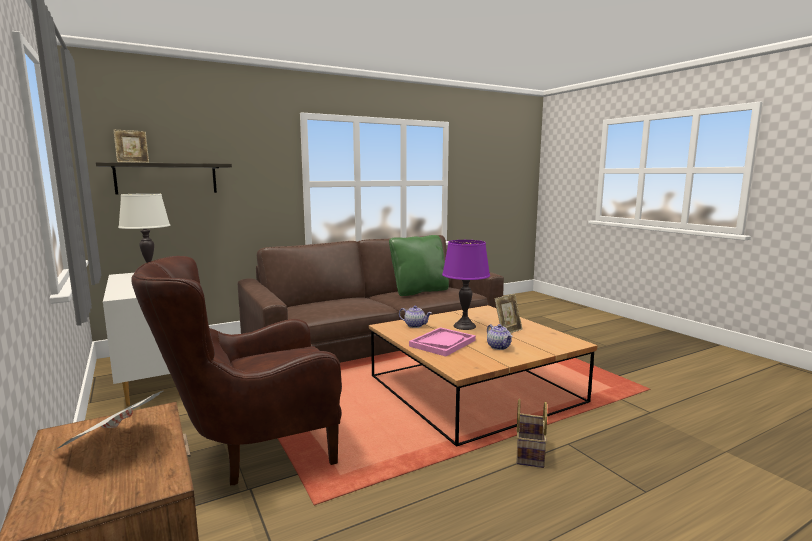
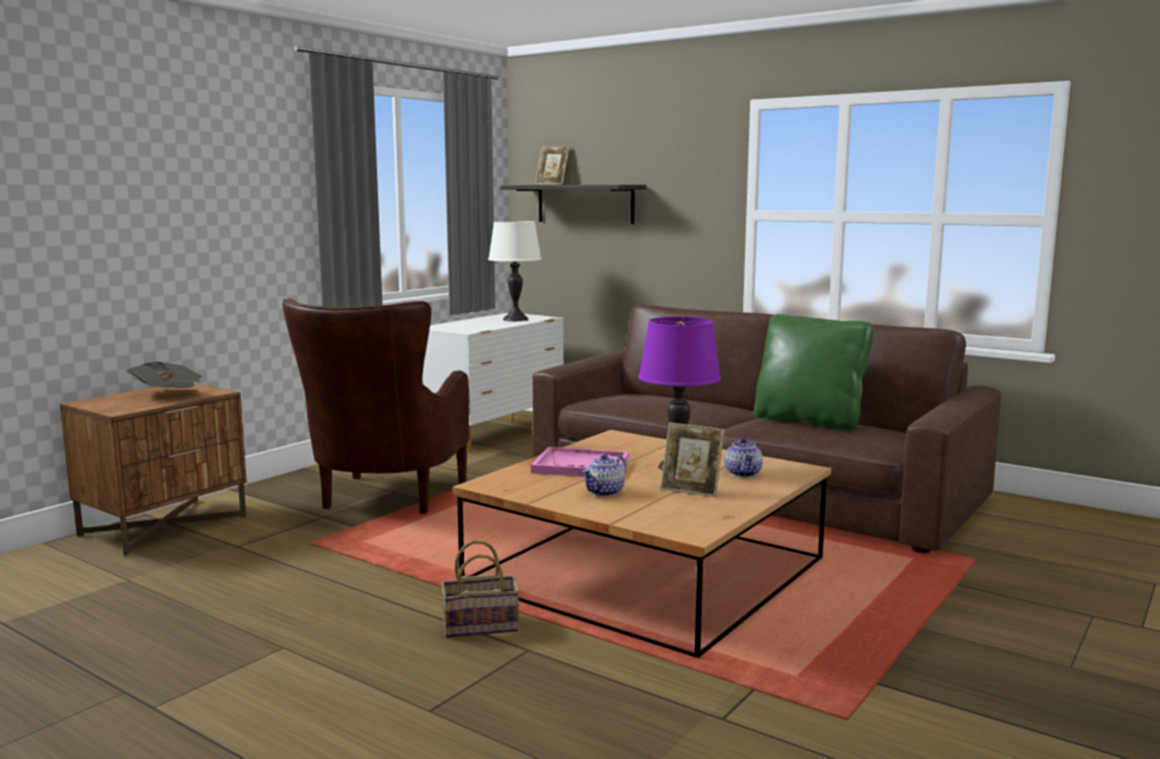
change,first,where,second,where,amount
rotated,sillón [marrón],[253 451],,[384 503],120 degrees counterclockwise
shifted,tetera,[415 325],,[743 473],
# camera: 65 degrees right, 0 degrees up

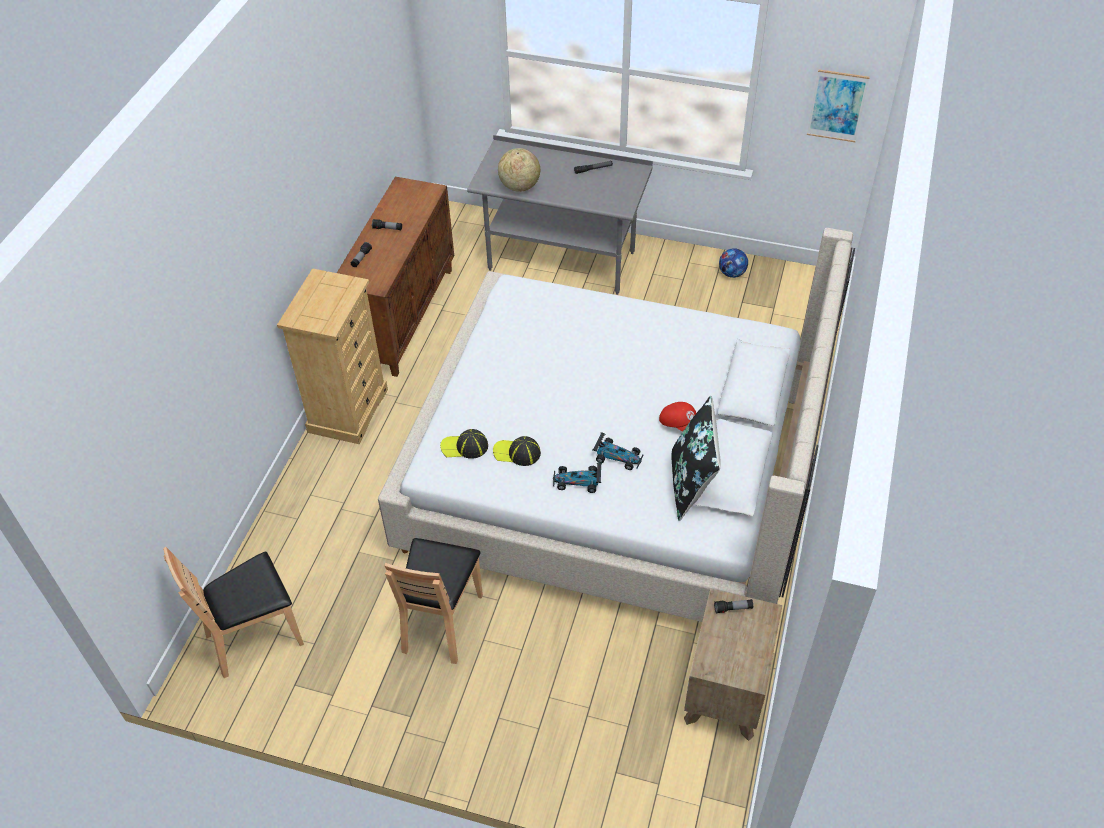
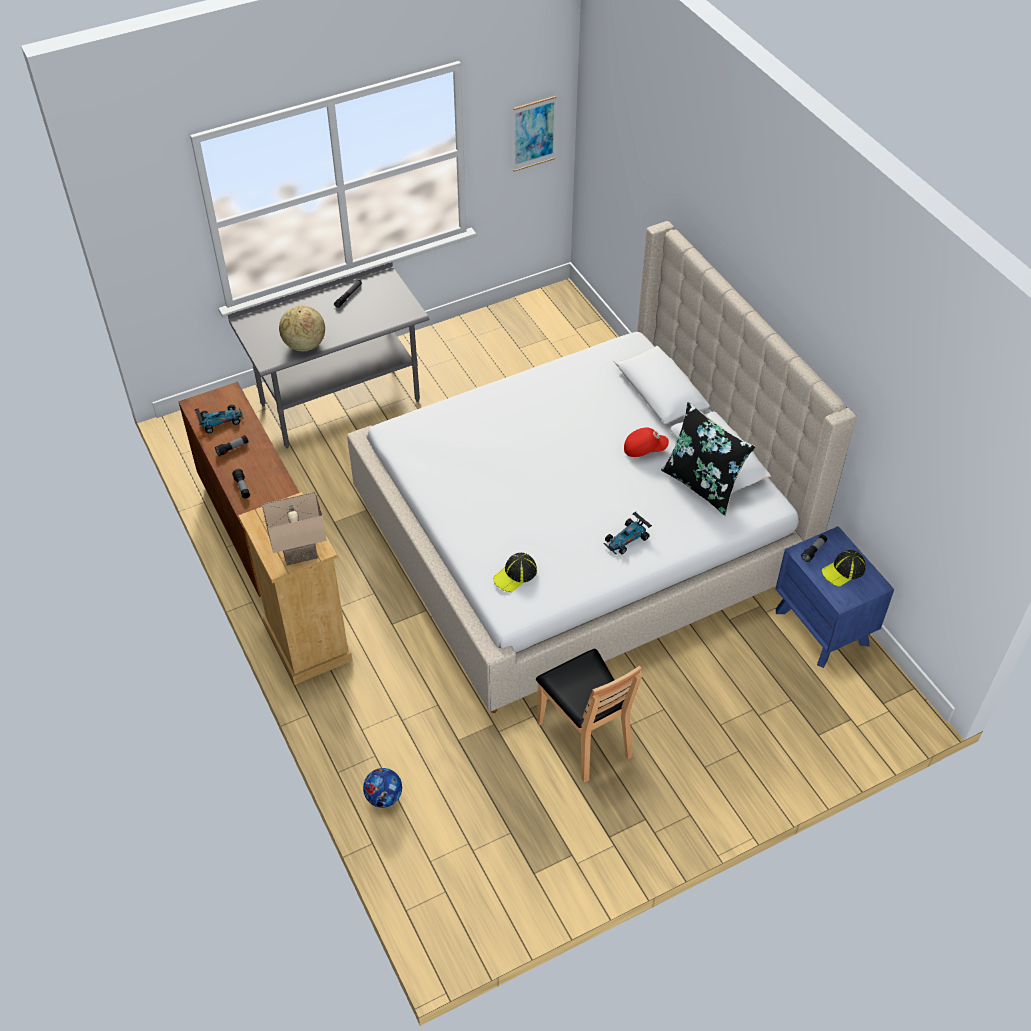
change,first,where,second,where,amount
shifted,coche de juguete,[617 456],,[220 421],
new,,,lámpara de mesa [beis],[300 556],
shifted,balón de fútbol,[732 273],,[384 797],
repainted,mesita de noche [marrón],[726 692],mesita de noche [azul],[822 627],
shifted,gorra,[517 453],,[843 570],
gone,silla [marrón],[255 637],,,
# camera: 45 degrees left, 0 degrees up

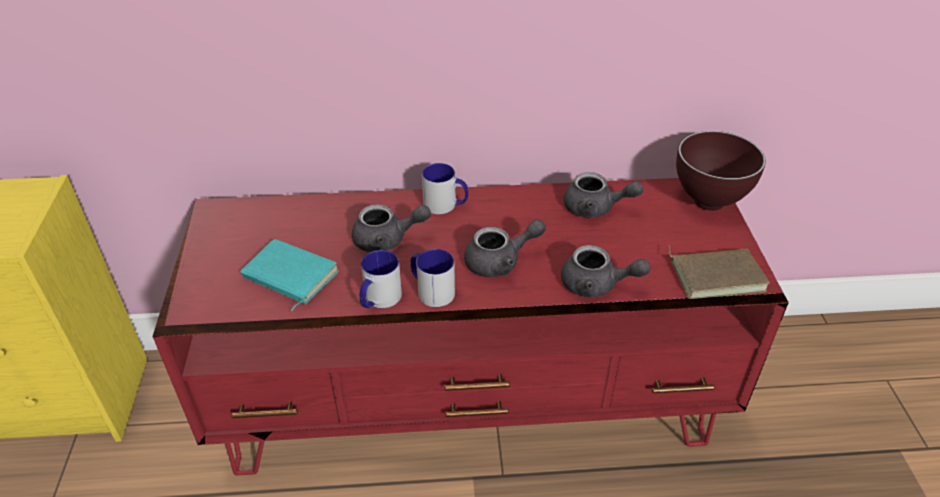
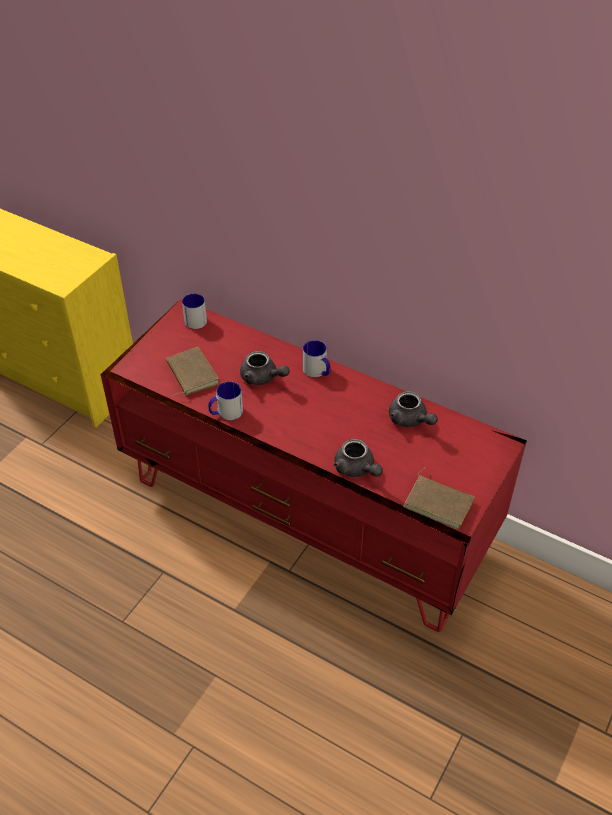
change,first,where,second,where,amount
repainted,libro [turquesa],[288 277],libro [marrón],[190 374],
shifted,taza grande,[431 290],,[195 318],
gone,tetera [gris],[500 262],,,
gone,cuenco [marrón],[710 203],,,
# camera: 35 degrees right, 5 degrees up

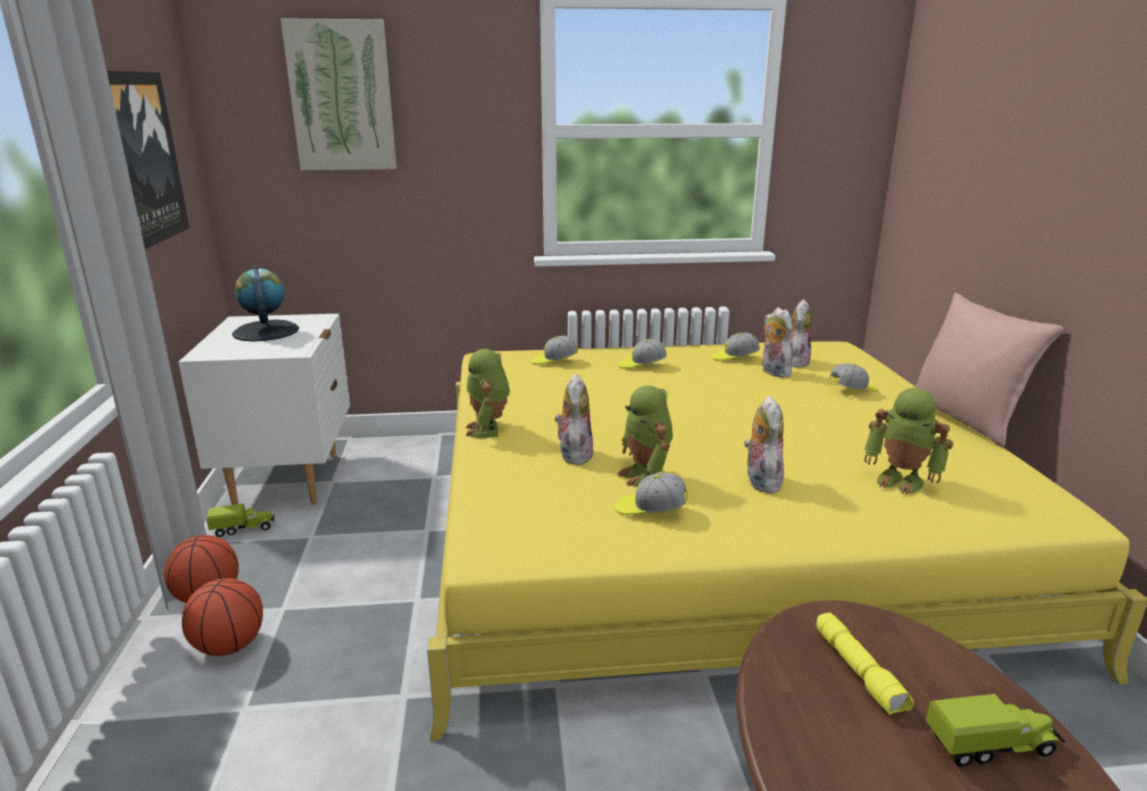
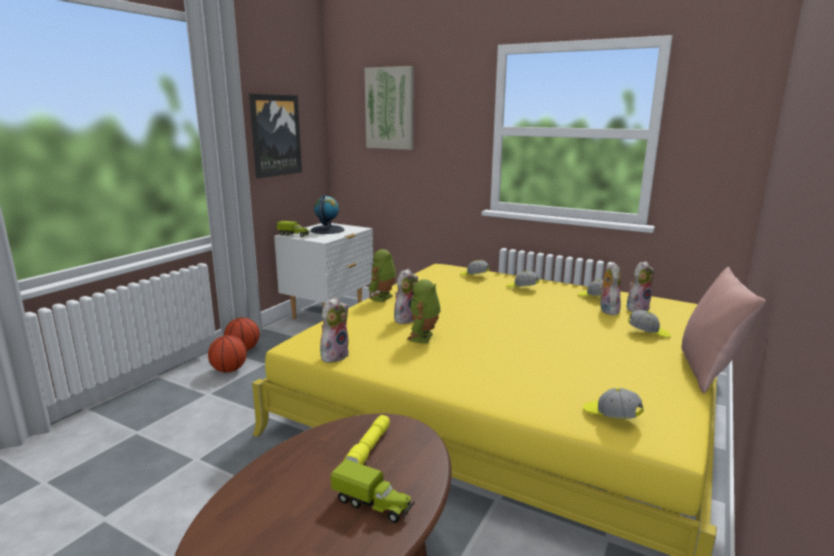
change,first,where,second,where,amount
shifted,camión de juguete,[243 529],,[294 235],
shifted,peluche,[760 481],,[334 355],
shifted,gorra,[650 510],,[610 416],
gone,robot de juguete,[901 480],,,
# camera: 35 degrees right, 5 degrees down

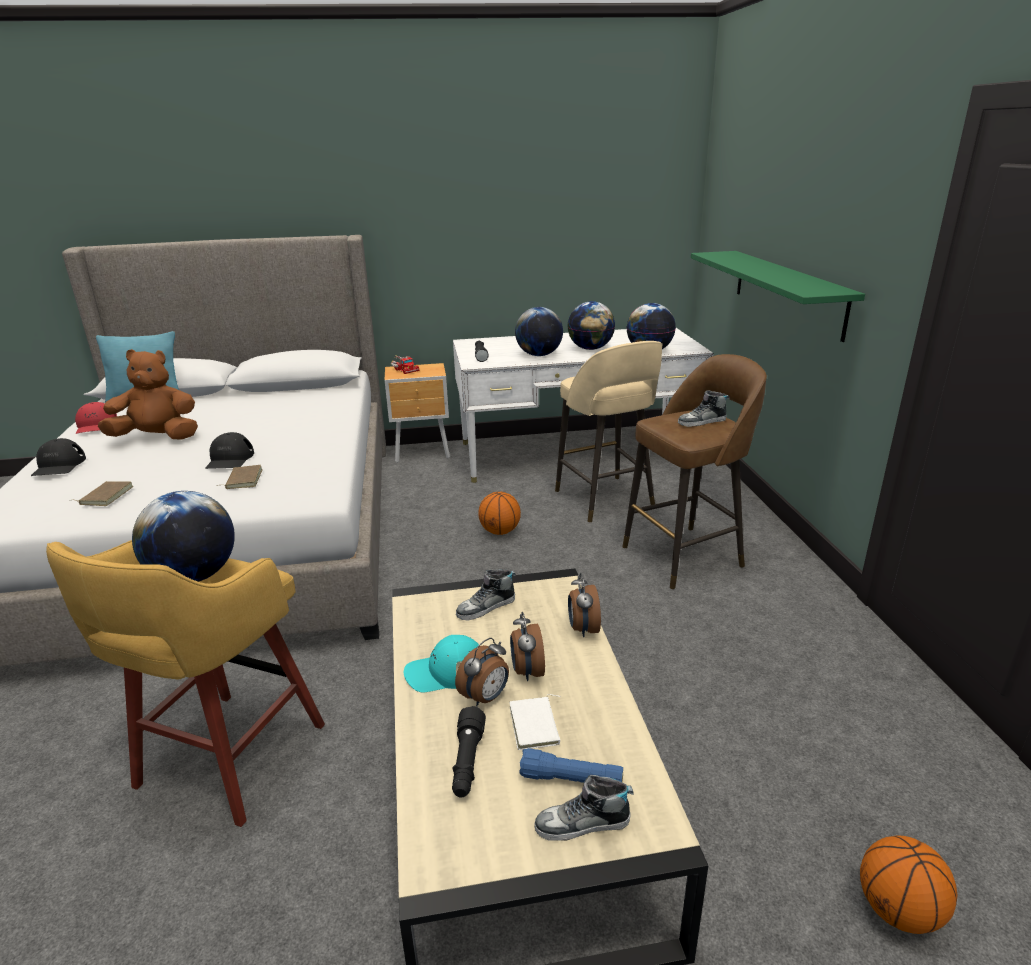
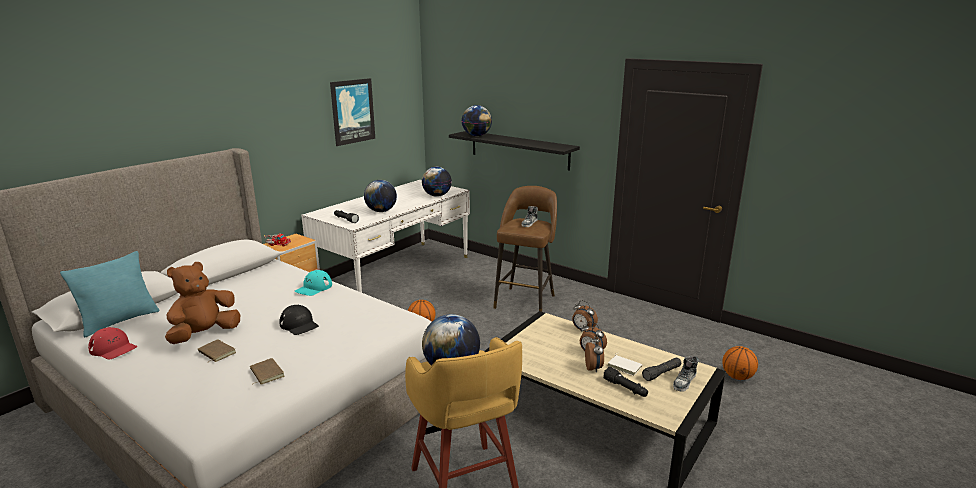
change,first,where,second,where,amount
shifted,libro [marrón],[243 479],,[215 353],
shifted,gorra [turquesa],[446 671],,[313 288],
new,,,cuadro,[352 111],
repainted,estante [verde],[787 292],estante [negro],[519 150],
shifted,globo terráqueo,[590 349],,[476 136],
repainted,linterna [azul],[571 779],linterna [negro],[661 373],
gone,gorra [negro],[59 465],,,
gone,zapato,[486 607],,,
gone,taburete [beis],[605 500],,,
# camera: 45 degrees left, 5 degrees down

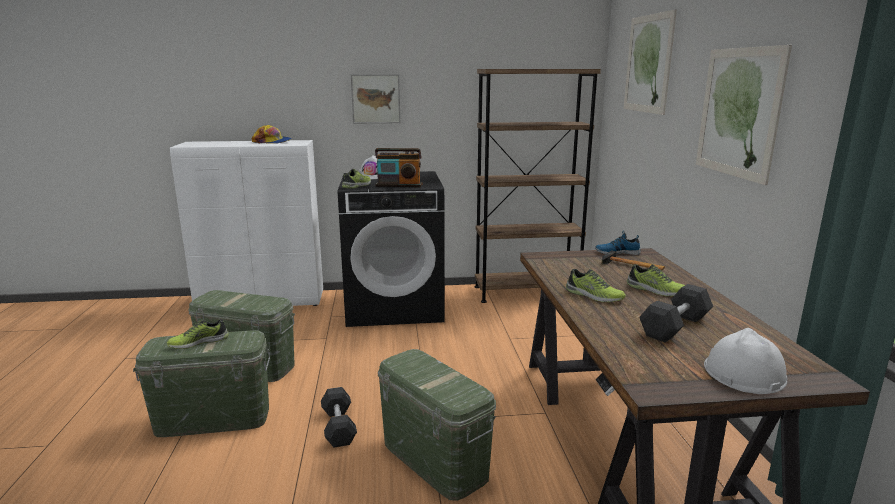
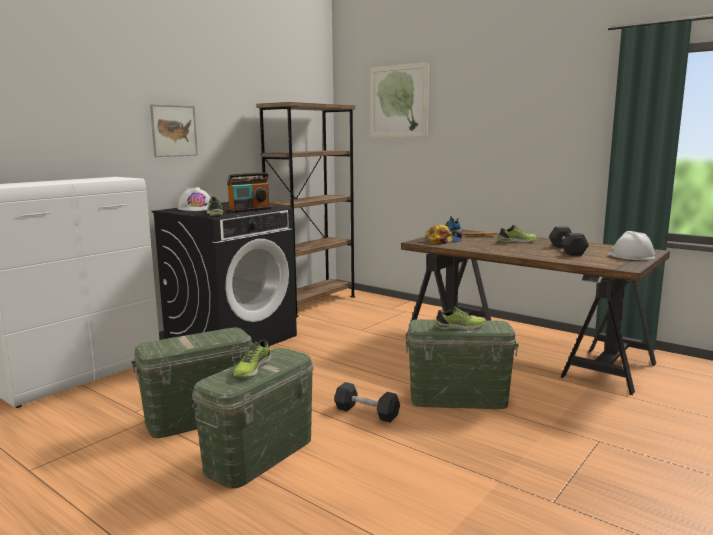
change,first,where,second,where,amount
shifted,gorra,[272 142],,[442 241],
shifted,zapato,[593 296],,[460 327],
gone,cuadro,[738 112],,,
# camera: 45 degrees left, 5 degrees down

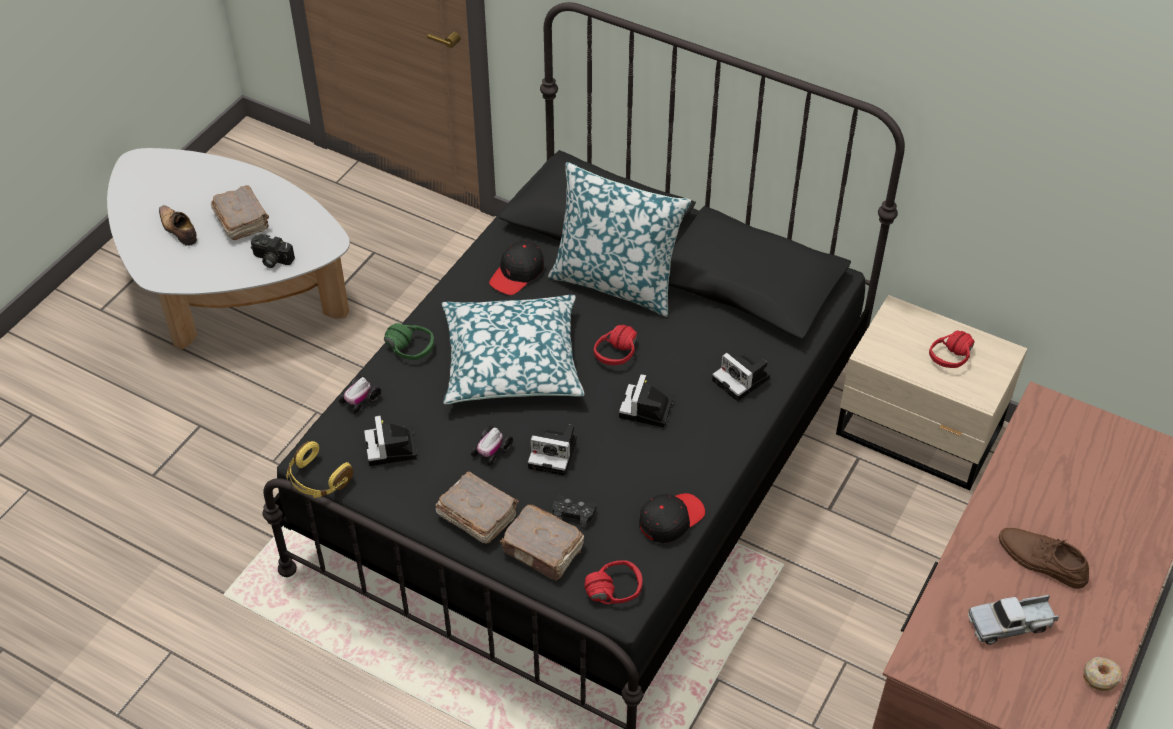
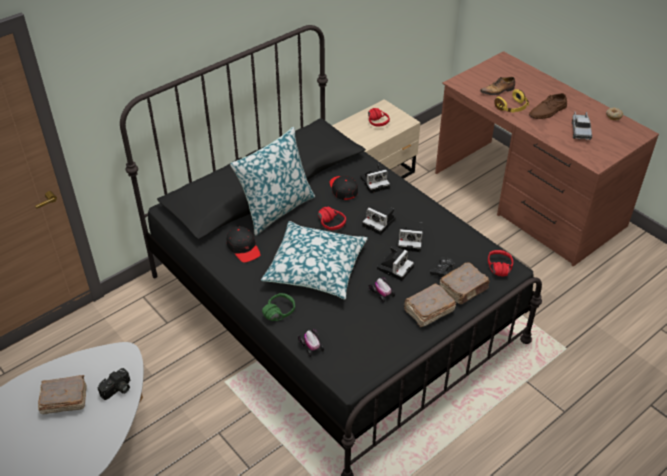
change,first,where,second,where,amount
shifted,gorra [negro],[670 519],,[343 189],
shifted,cámara,[392 449],,[411 241],
shifted,zapato,[178 230],,[498 91],
shifted,auriculares [amarillo],[318 479],,[512 108],
# camera: 70 degrees left, 5 degrees down

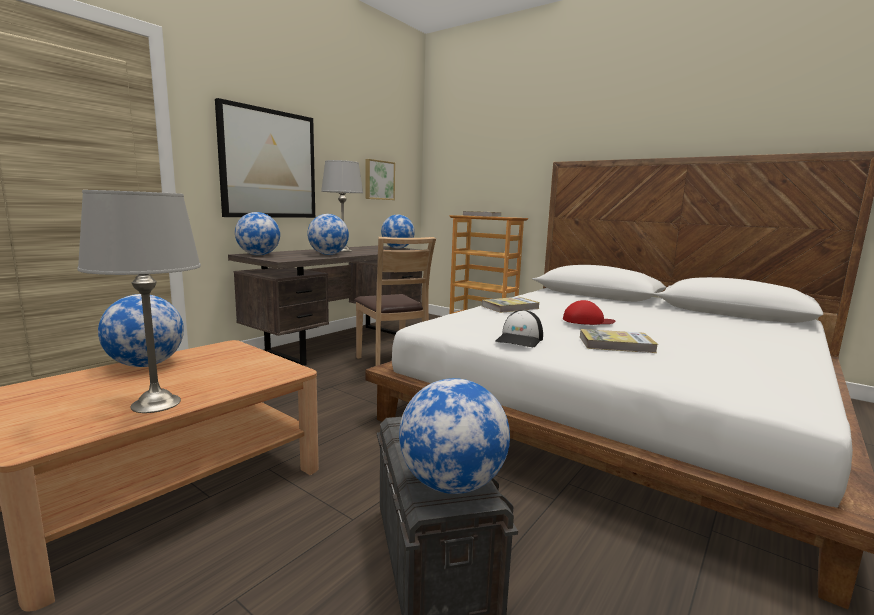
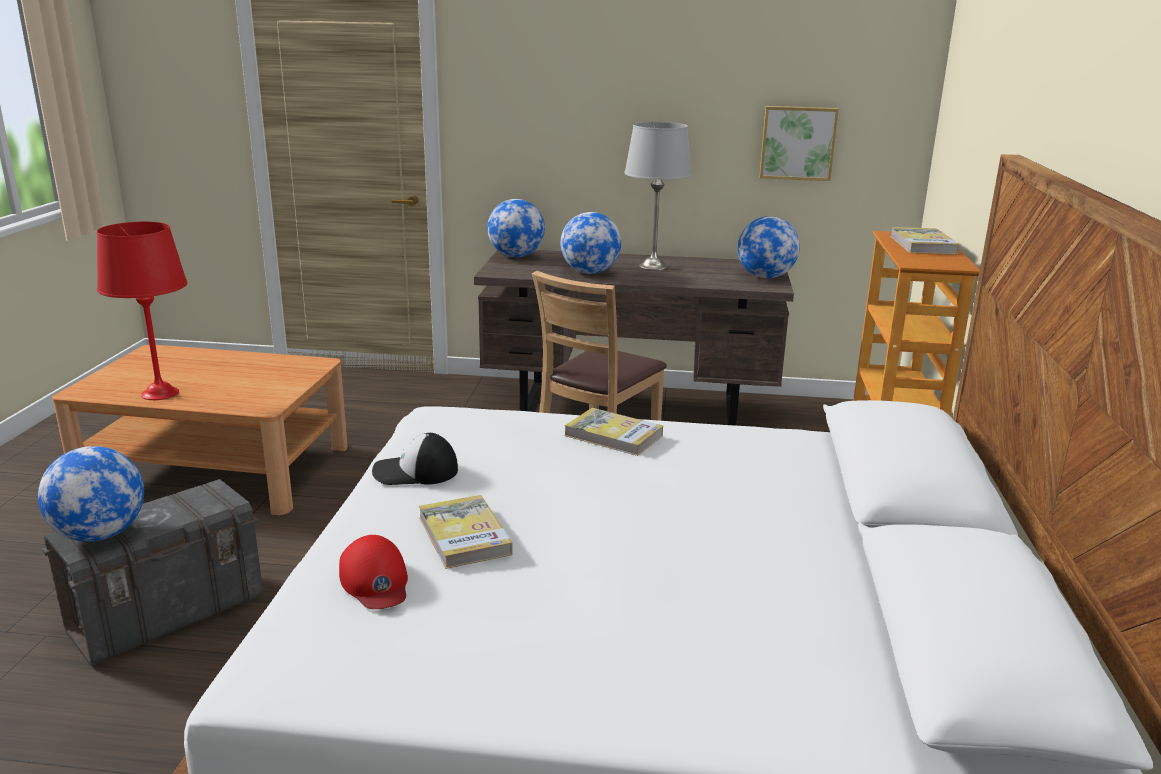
change,first,where,second,where,amount
repainted,lámpara de mesa [gris],[155 403],lámpara de mesa [rojo],[160 393],
shifted,gorra [rojo],[587 321],,[375 581],
gone,globo terráqueo,[146 365],,,
gone,cuadro,[268 164],,,
# camera: 60 degrees right, 10 degrees up

